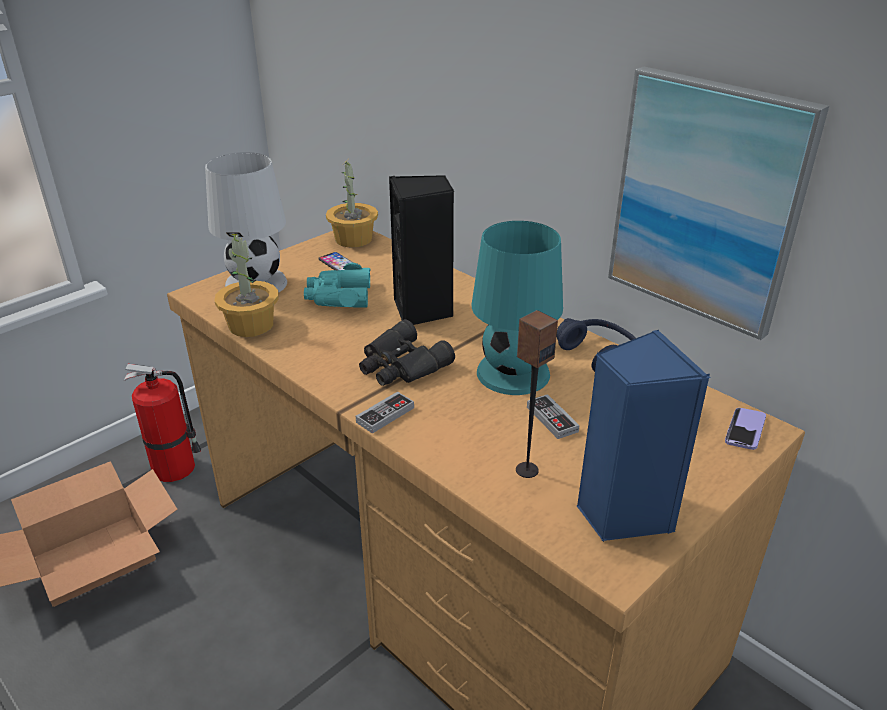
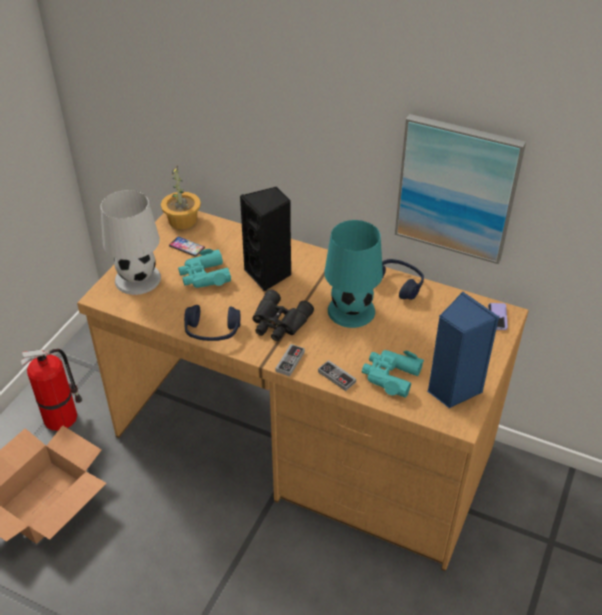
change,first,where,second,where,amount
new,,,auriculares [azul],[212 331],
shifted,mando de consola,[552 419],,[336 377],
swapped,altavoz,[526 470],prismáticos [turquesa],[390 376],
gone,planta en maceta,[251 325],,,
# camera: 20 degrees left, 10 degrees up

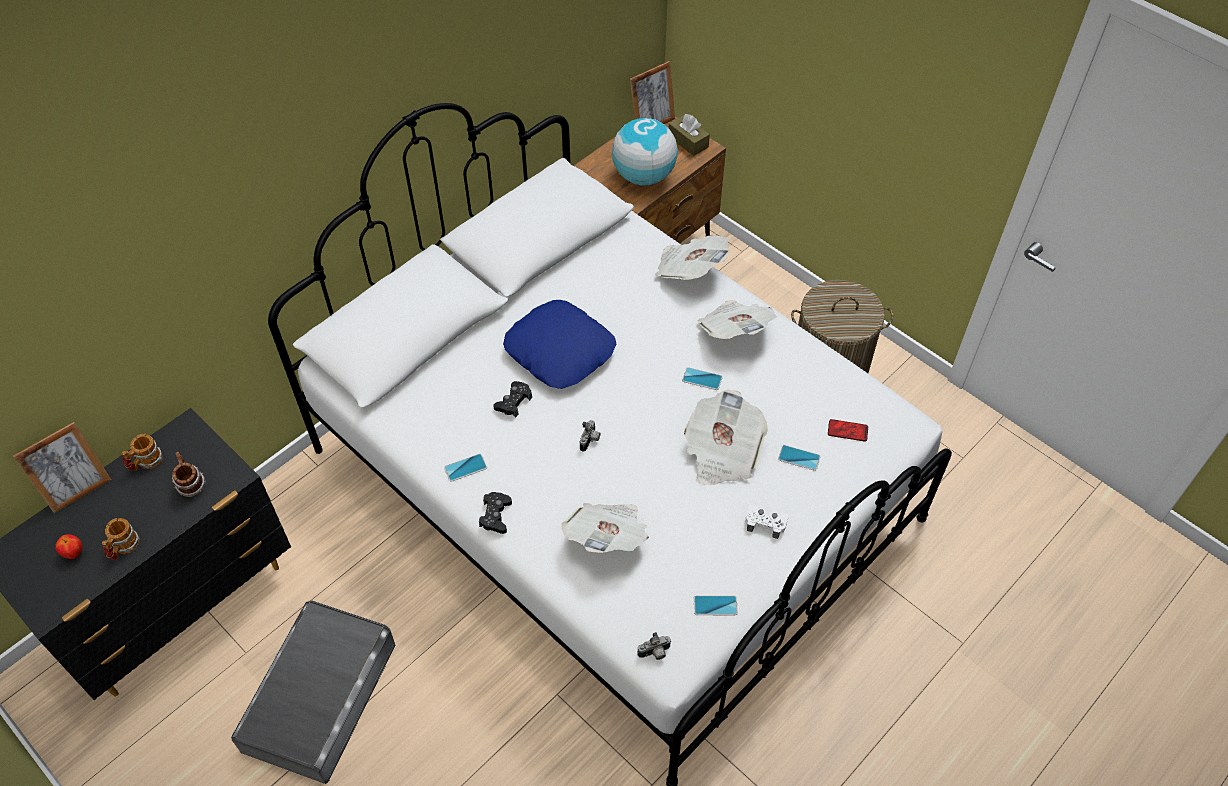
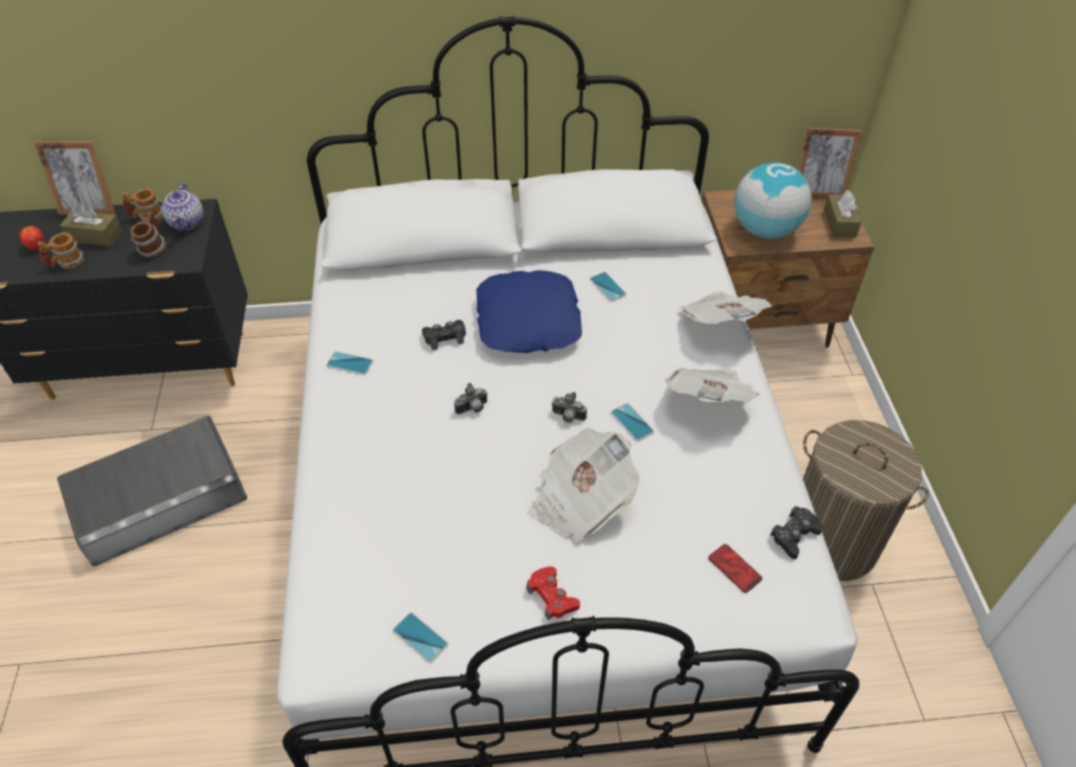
change,first,where,second,where,amount
new,,,caja de pañuelos [marrón],[95 236],
new,,,tetera,[188 223],
repainted,mando de consola [blanco],[765 523],mando de consola [rojo],[552 597],
shifted,cámara,[655 653],,[568 417],
shifted,móvil,[799 458],,[607 287],
shifted,mando de consola [negro],[495 515],,[794 535],
gone,periódico,[608 537],,,
# camera: 40 degrees right, 5 degrees down

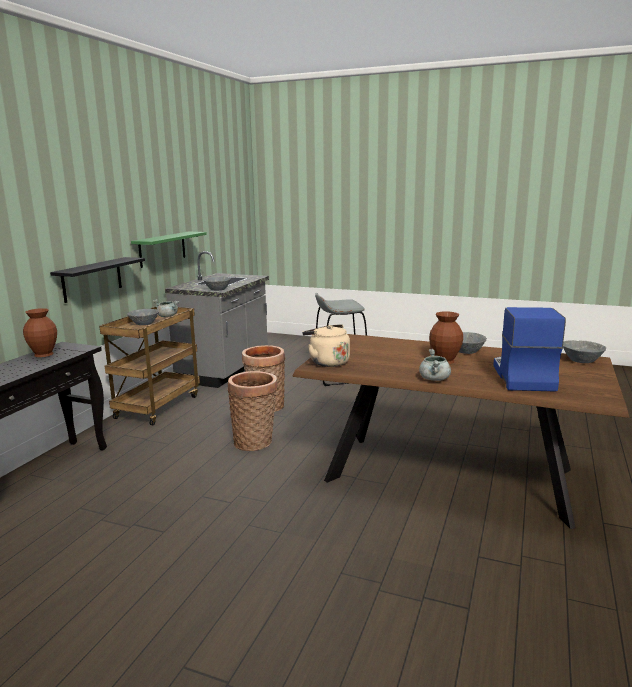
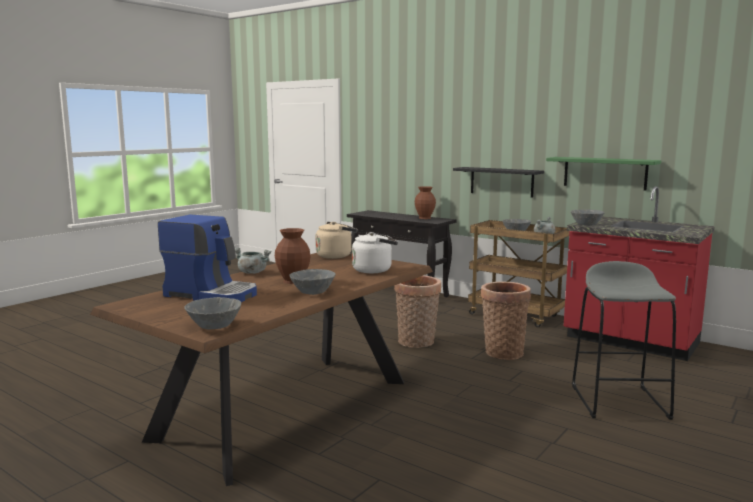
change,first,where,second,where,amount
new,,,hervidor [blanco],[374 270],
repainted,mueble bajo de cocina [gris],[225 371],mueble bajo de cocina [rojo],[630 341],
# camera: 105 degrees right, 5 degrees down

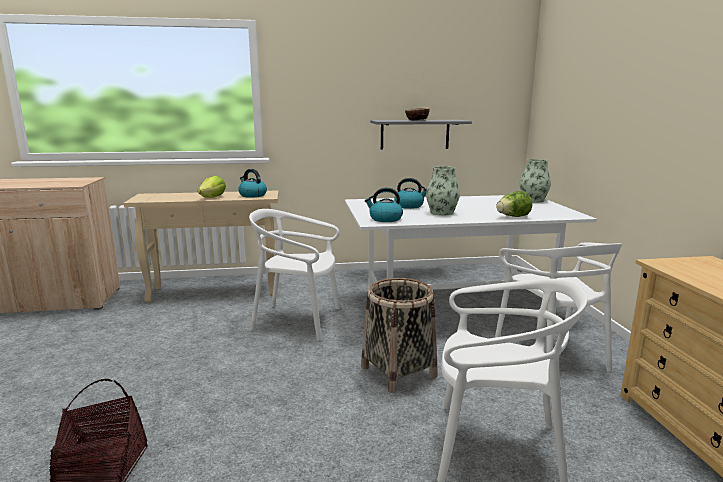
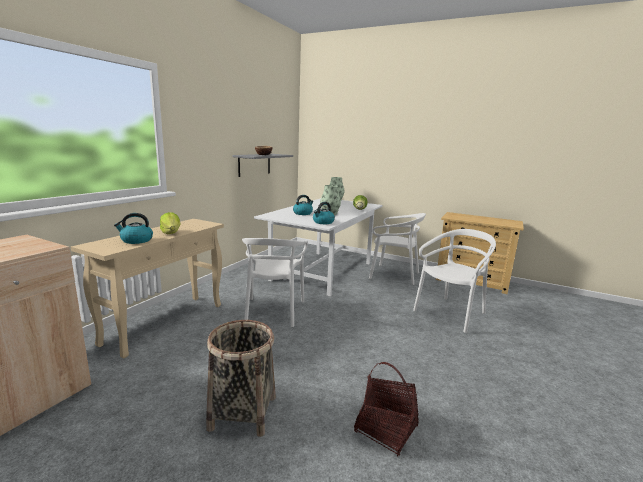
change,first,where,second,where,amount
shifted,hervidor,[252 195],,[136 240],
shifted,cesta,[398 371],,[243 412],
rotated,silla [blanco],[297 320],,[273 311],45 degrees counterclockwise
# camera: 55 degrees left, 0 degrees up

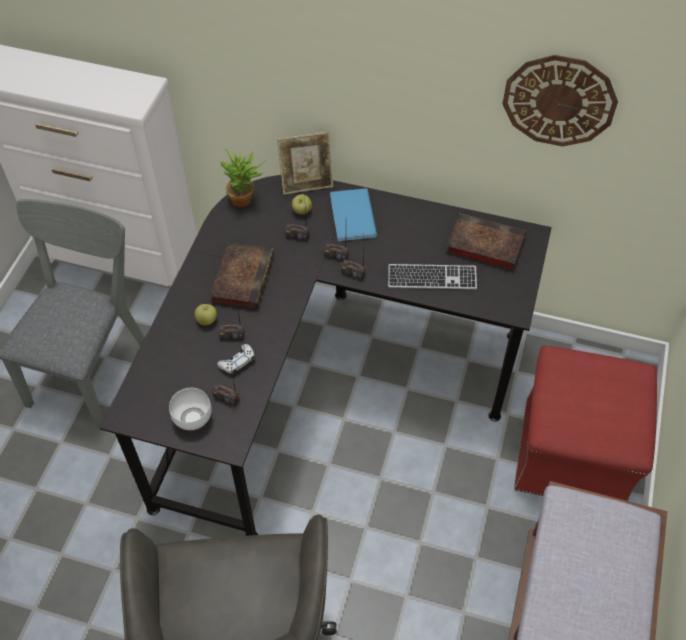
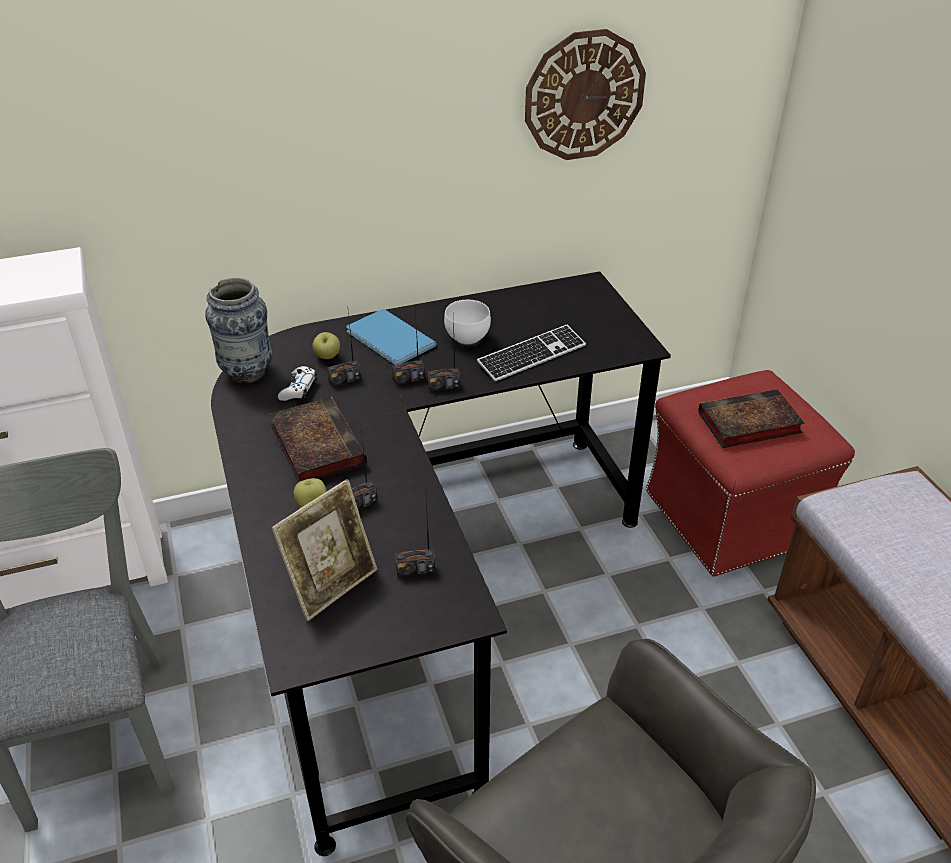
change,first,where,second,where,amount
swapped,planta en maceta,[245 199],florero,[247 373],
shifted,portarretratos,[306 184],,[332 585],
shifted,mando de consola [blanco],[237 362],,[298 389],
shifted,cuenco [blanco],[191 417],,[465 337],
shifted,libro,[483 245],,[747 424],
# camera: 35 degrees left, 15 degrees down

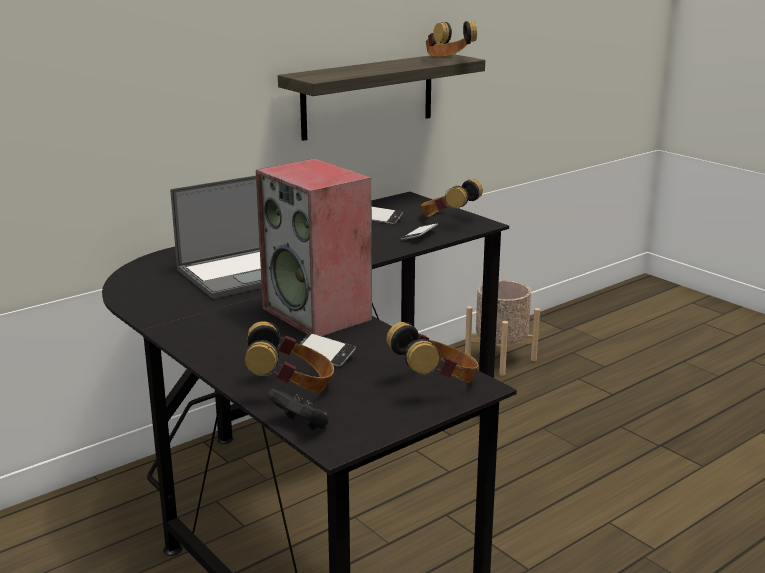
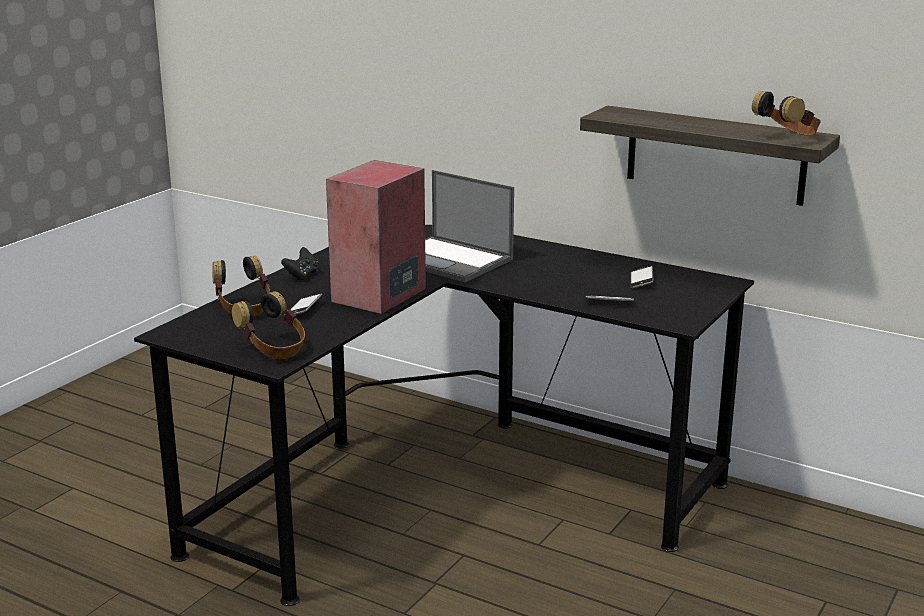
change,first,where,second,where,amount
shifted,mando de consola [negro],[301 425],,[302 275],
gone,auriculares,[448 219],,,
gone,maceta [beis],[500 359],,,
# camera: 70 degrees right, 0 degrees up

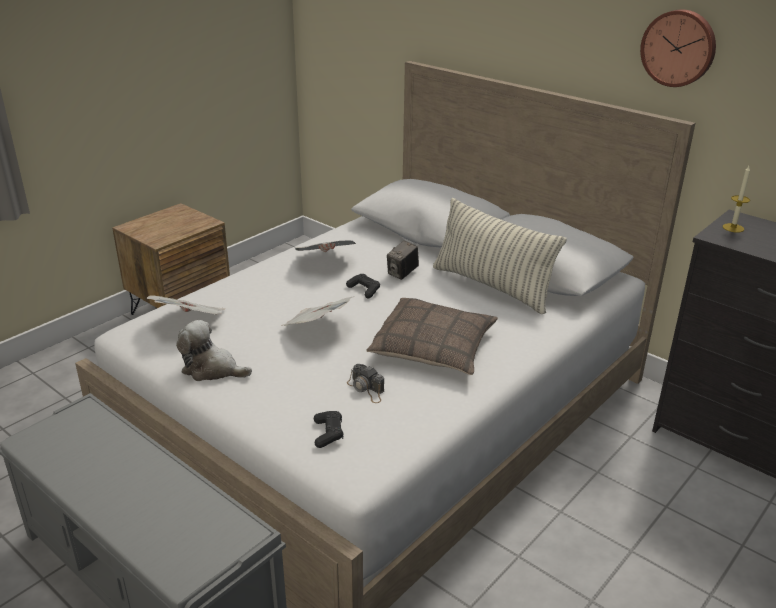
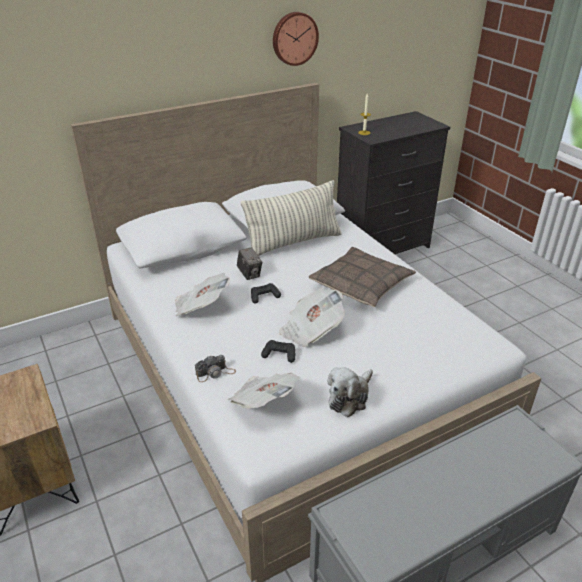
change,first,where,second,where,amount
shifted,cámara,[366 389],,[215 373],
shifted,mando de consola [negro],[328 434],,[279 355],
# camera: 70 degrees left, 5 degrees up

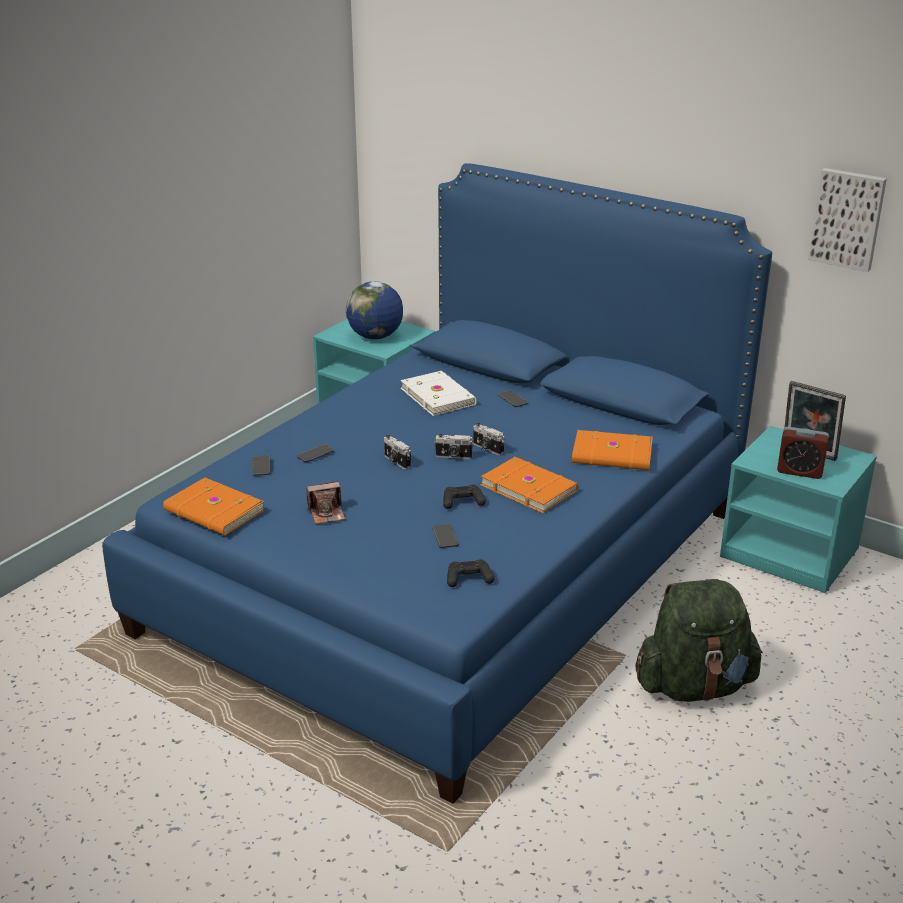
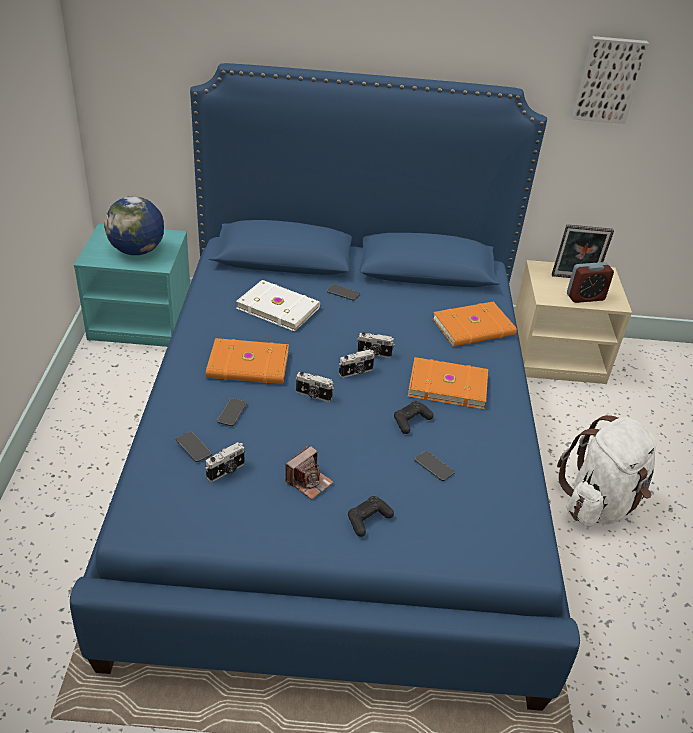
change,first,where,second,where,amount
shifted,libro [naranja],[213 511],,[248 366],
new,,,cámara,[226 471],
shifted,mando de consola [negro],[469 579],,[368 520],
repainted,mesita de noche [turquesa],[791 553],mesita de noche [beis],[557 356],
repainted,mochila [verde],[694 686],mochila [blanco],[600 503],
# camera: 35 degrees left, 10 degrees up

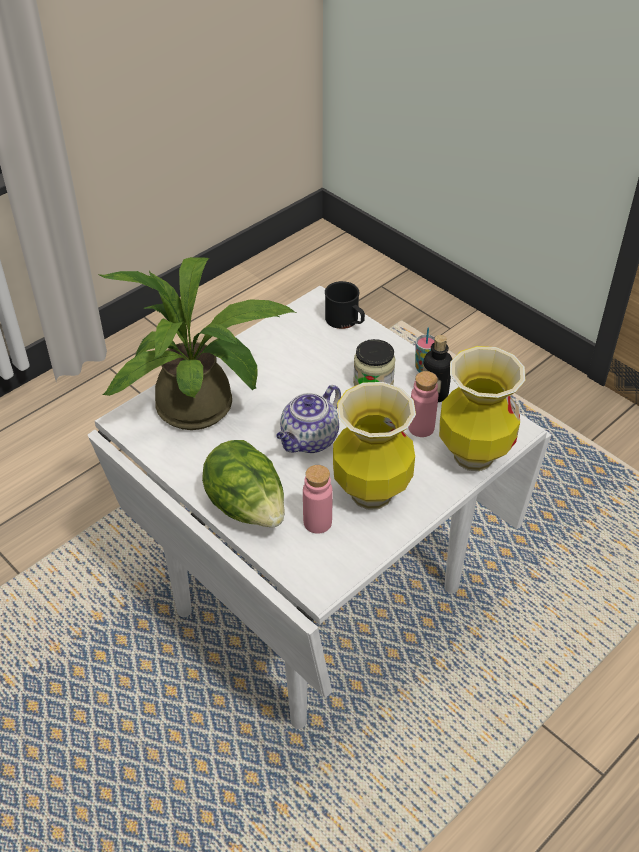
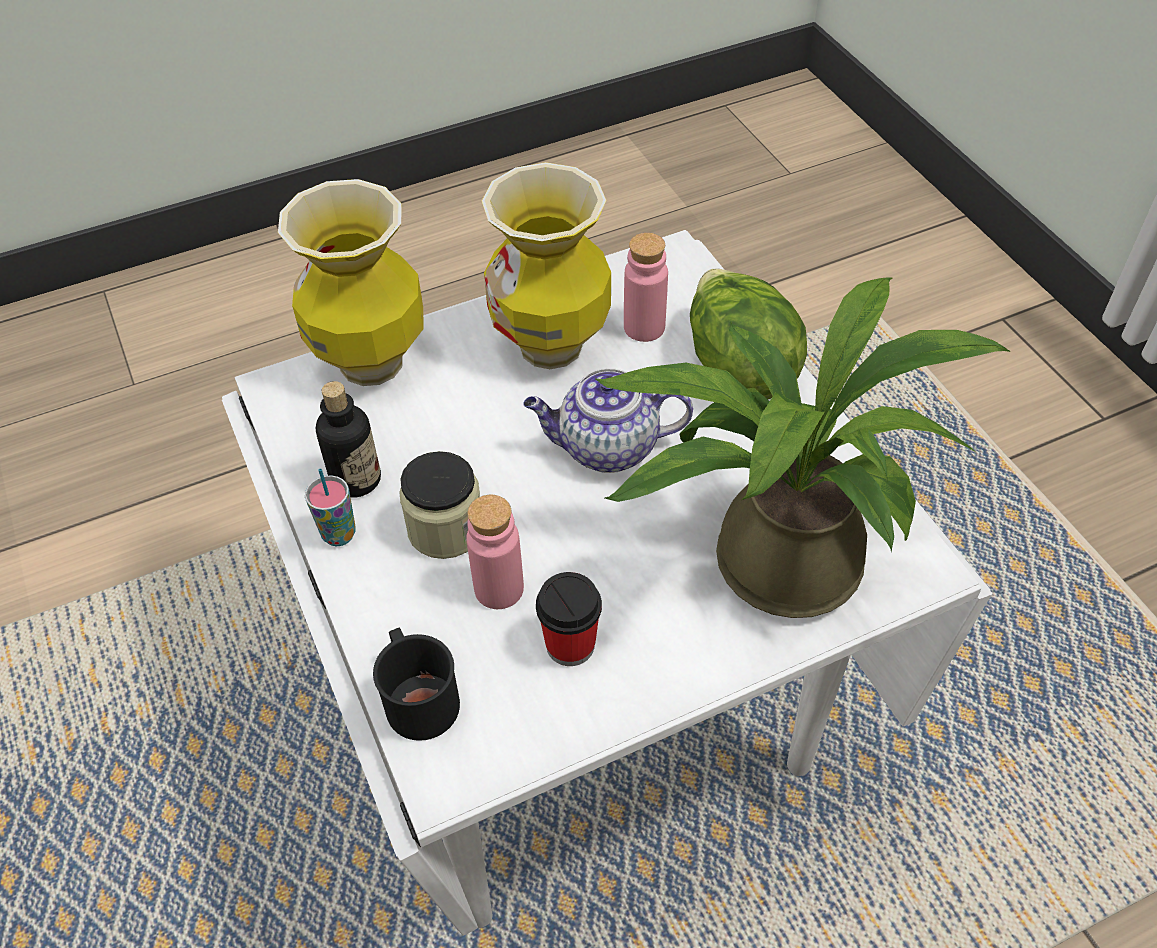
change,first,where,second,where,amount
shifted,botella [rosa],[421 428],,[499 589],
rotated,tetera,[309 440],,[606 448],150 degrees counterclockwise
new,,,taza,[570 645],
# camera: 160 degrees left, 5 degrees up

